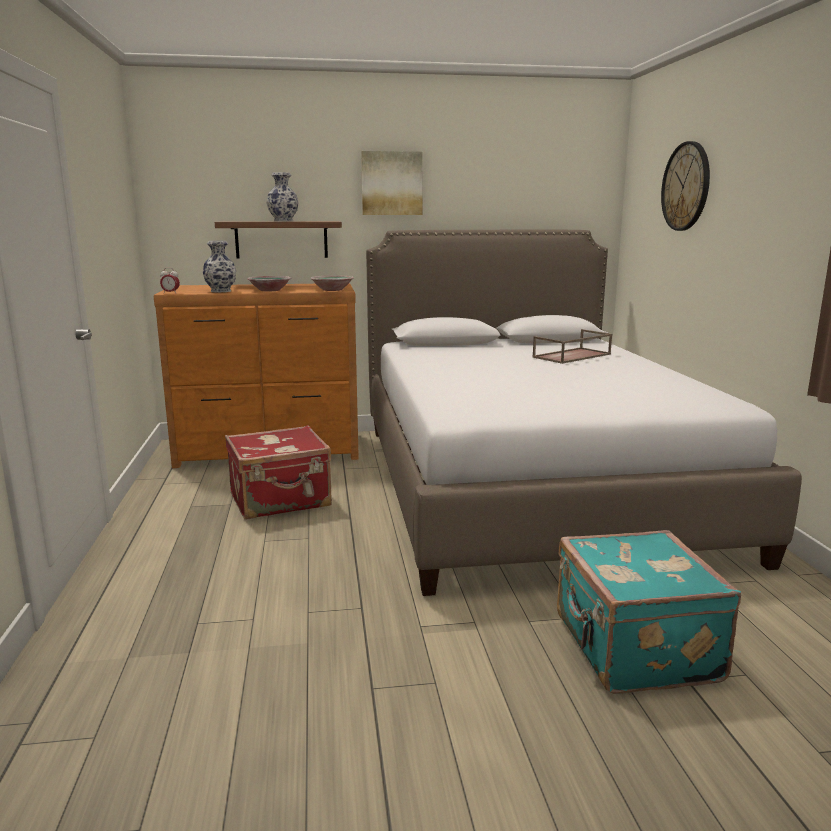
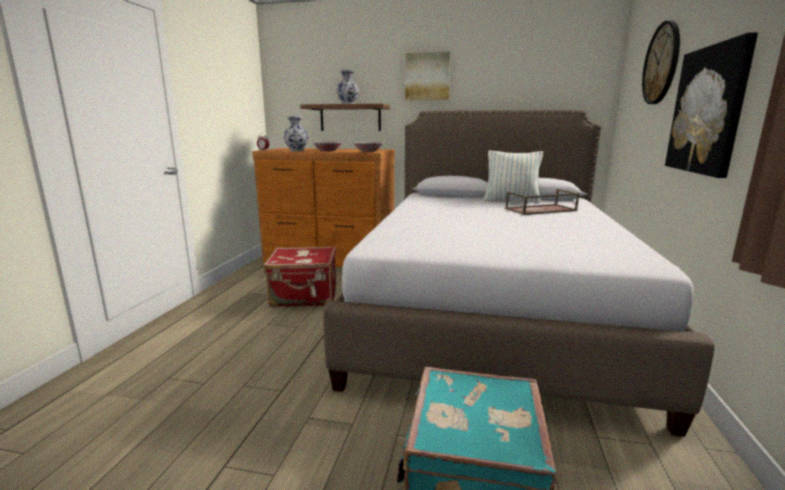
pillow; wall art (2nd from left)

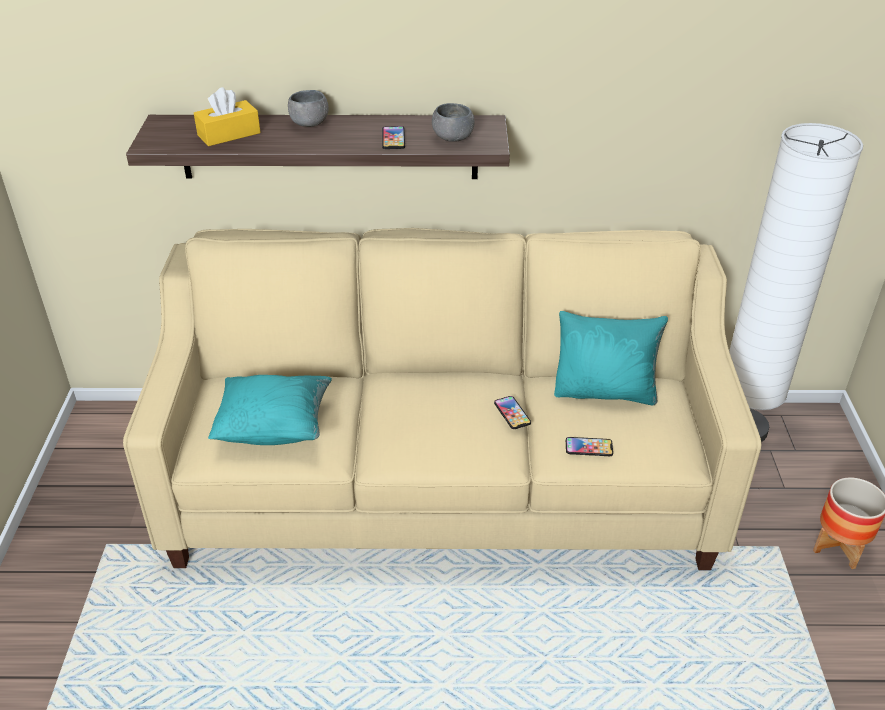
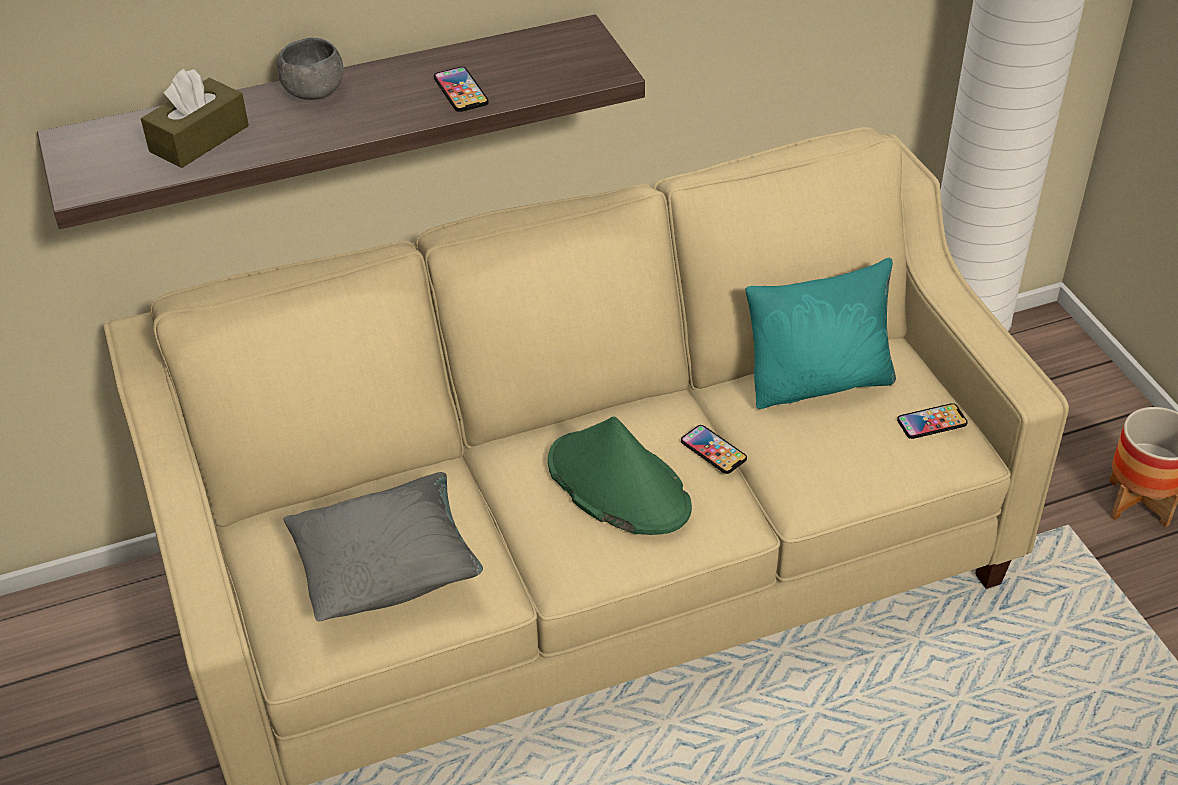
tissue holder (brownish); pillow (gray); clothing hat (greenish); phone (3rd from left); bowl (gray) (2nd from left in the first image)

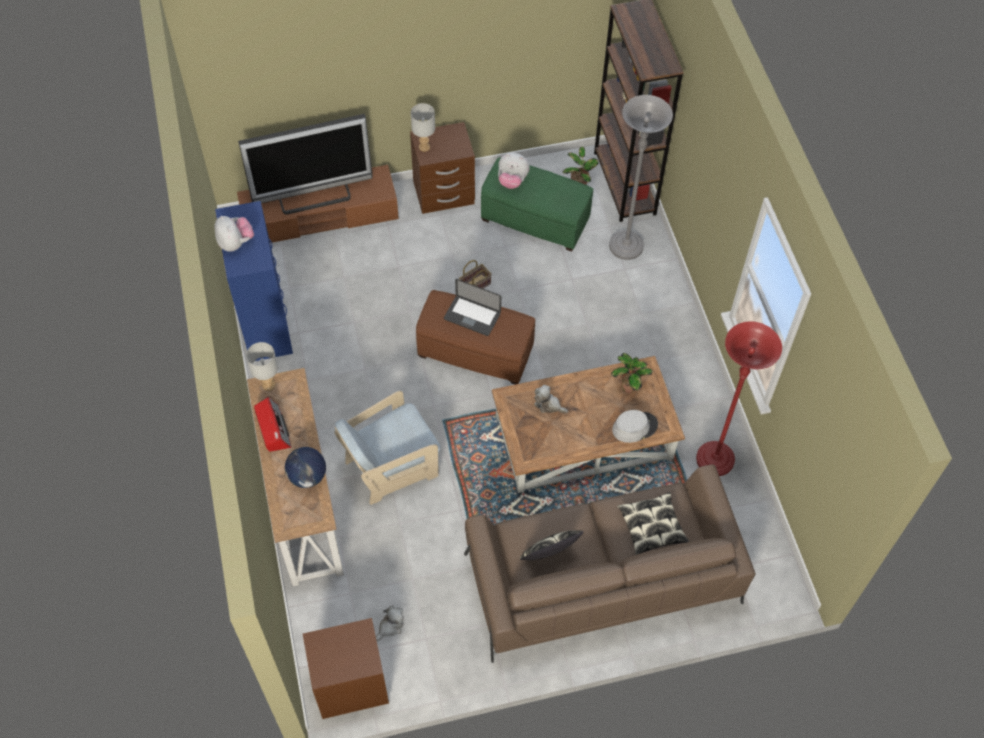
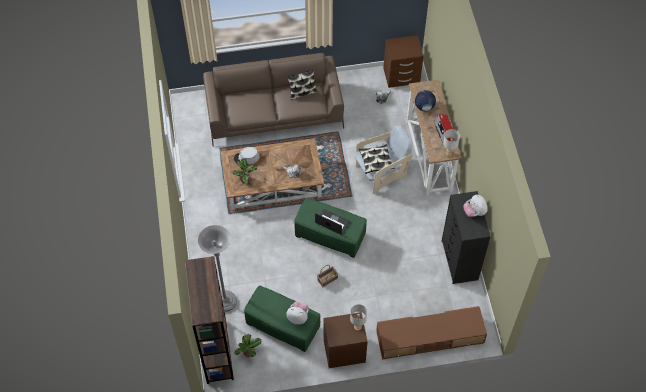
footrest (greenish) (2nd from left); pillow (2nd from left); drawer chest (blackish); television; floor lamp (red)

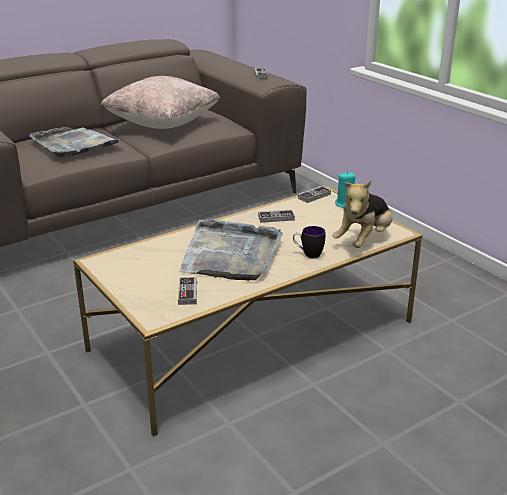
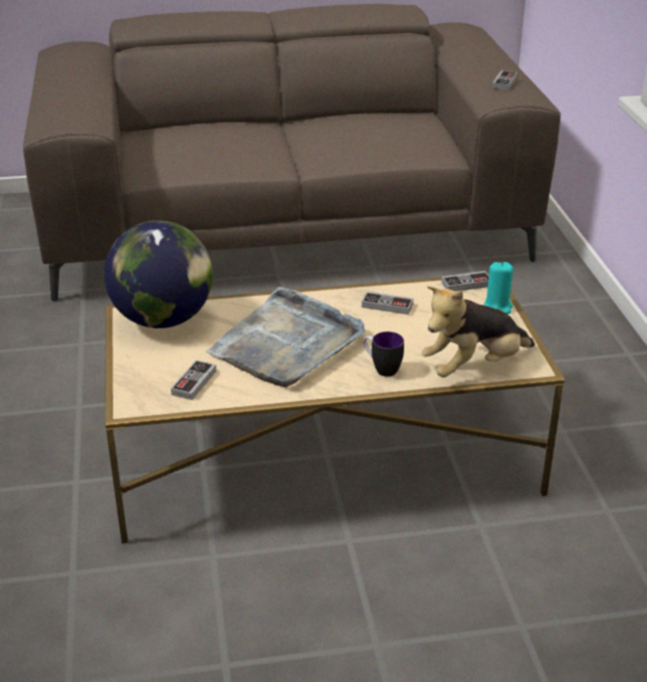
world globe; serving tray (gray) (1st from left in the first image); pillow (sand-coloured)

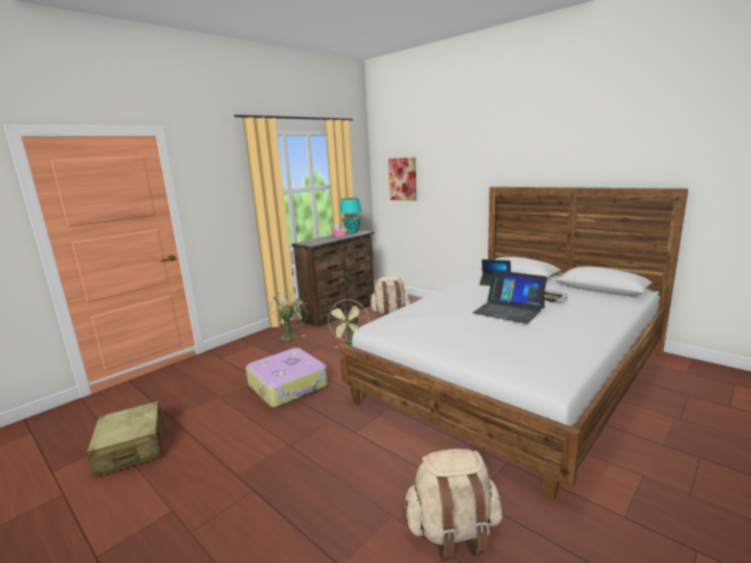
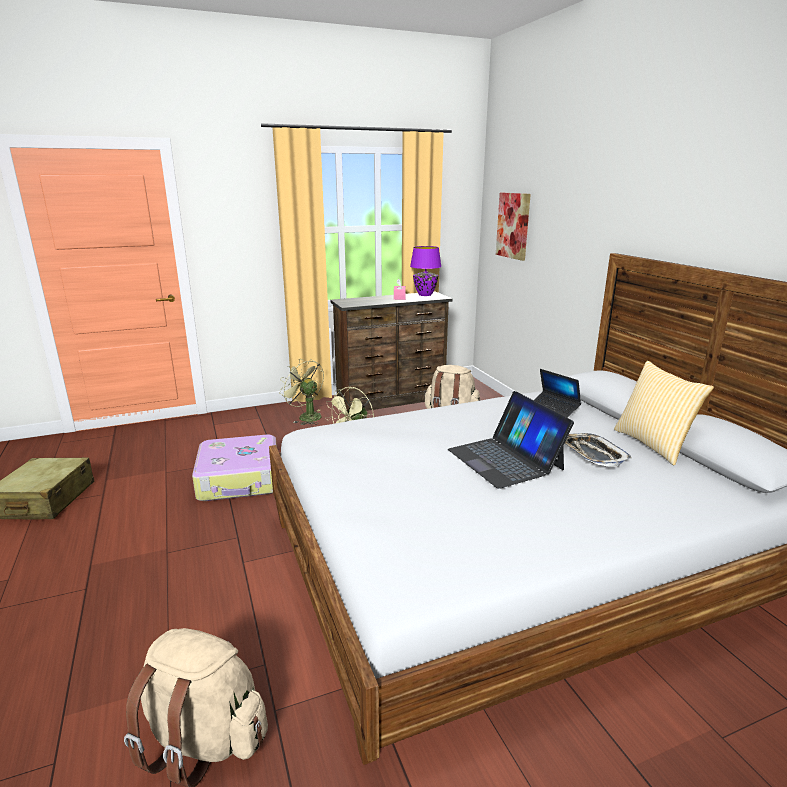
cooling fan (greenish) (1st from left); table lamp (purplish); pillow

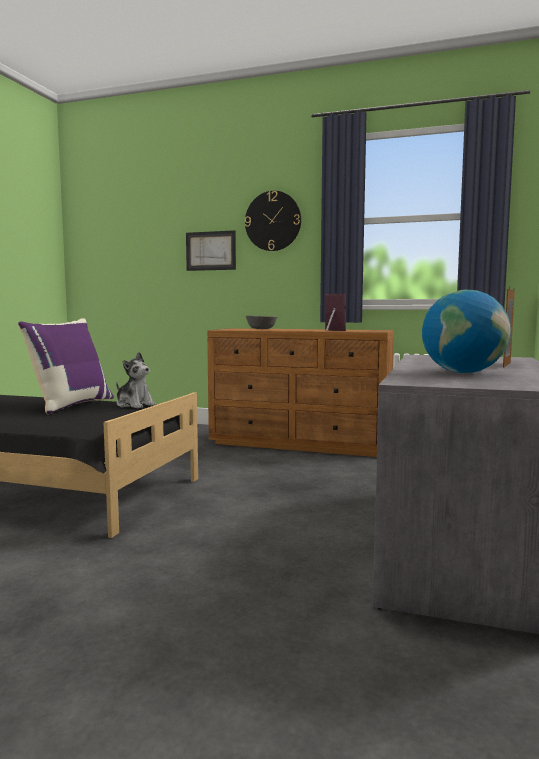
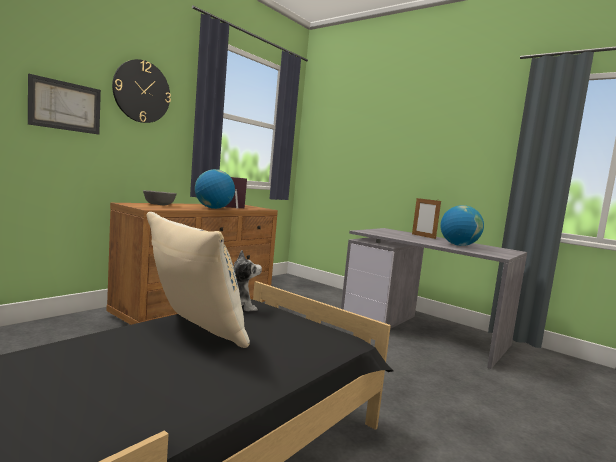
pillow (sand-coloured); world globe (1st from left)

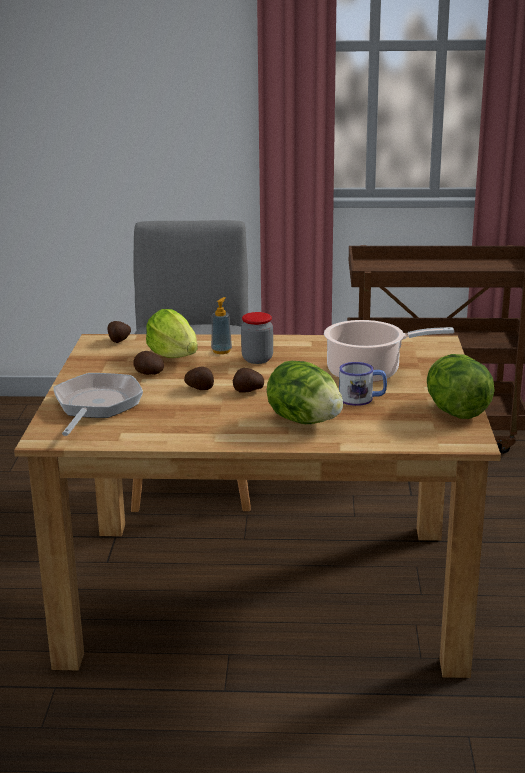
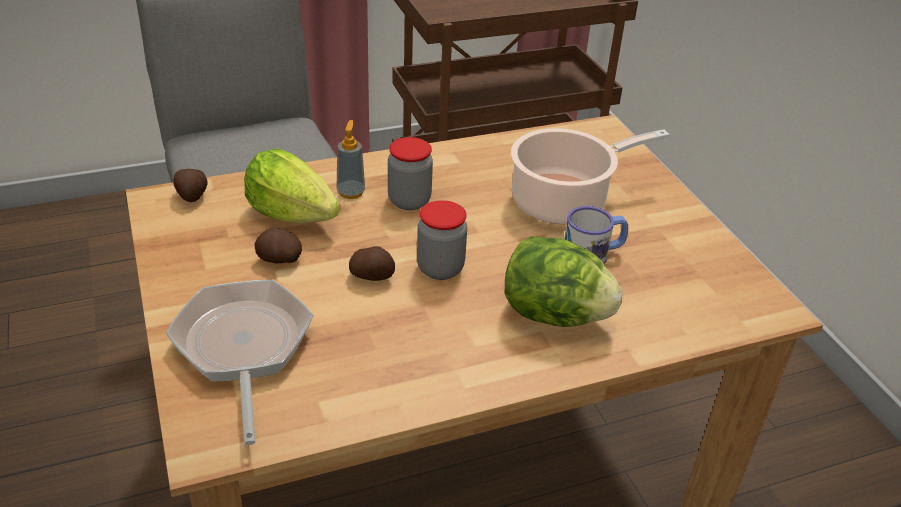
jar (2nd from left); head of lettuce (3rd from left in the first image)

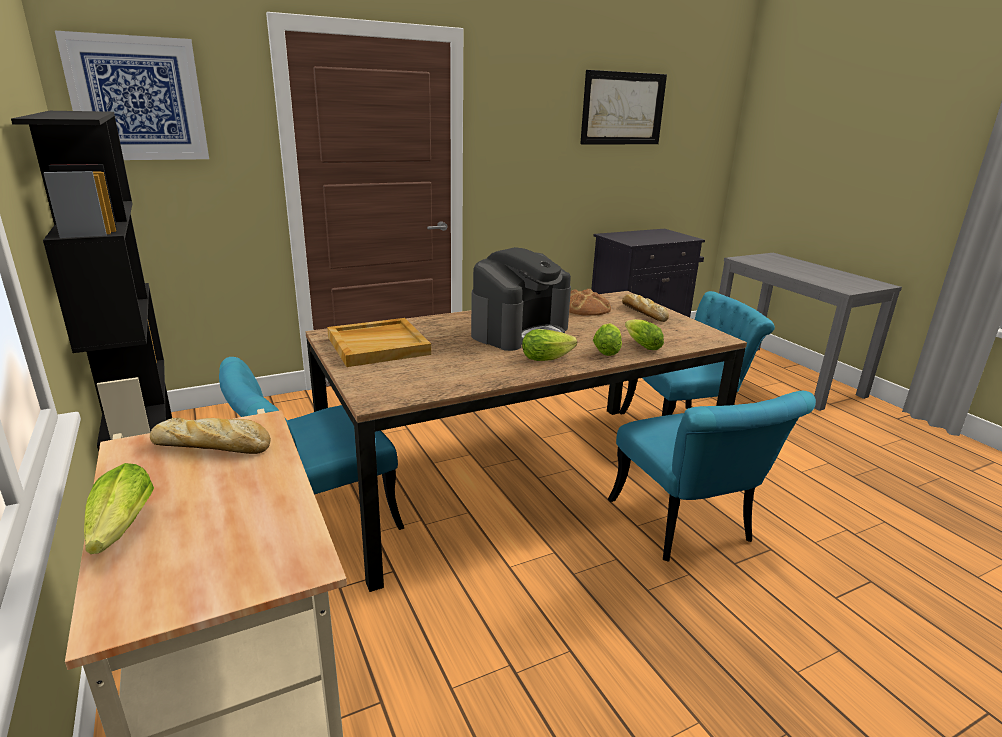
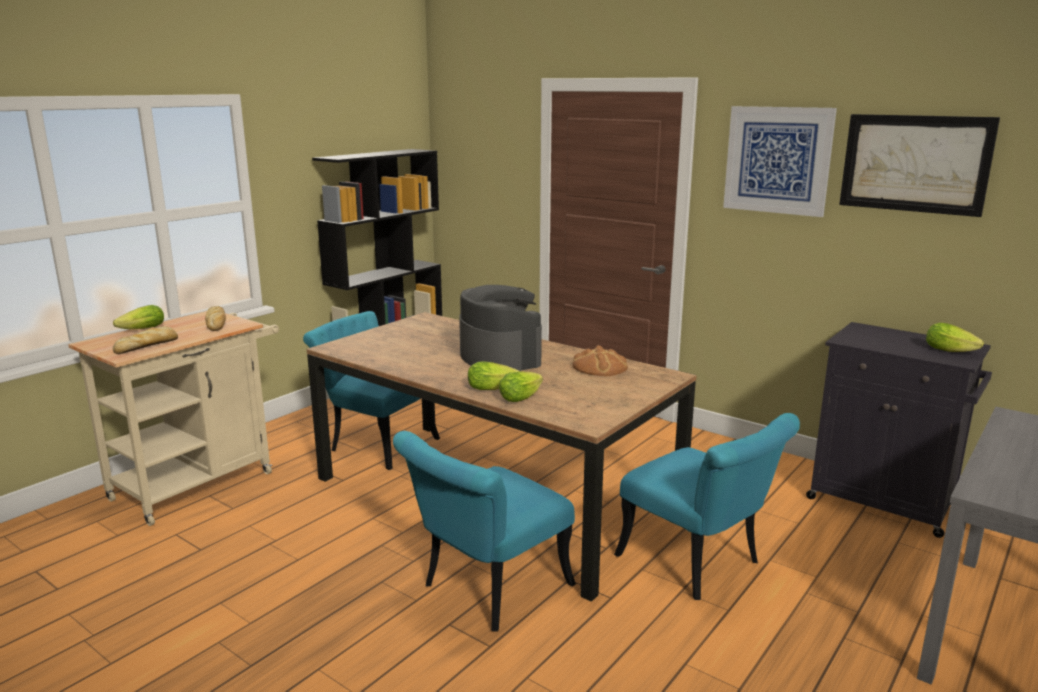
bakery bread (1st from left); coffee maker; wall art (1st from left); head of lettuce (4th from left); serving tray (sand-coloured)

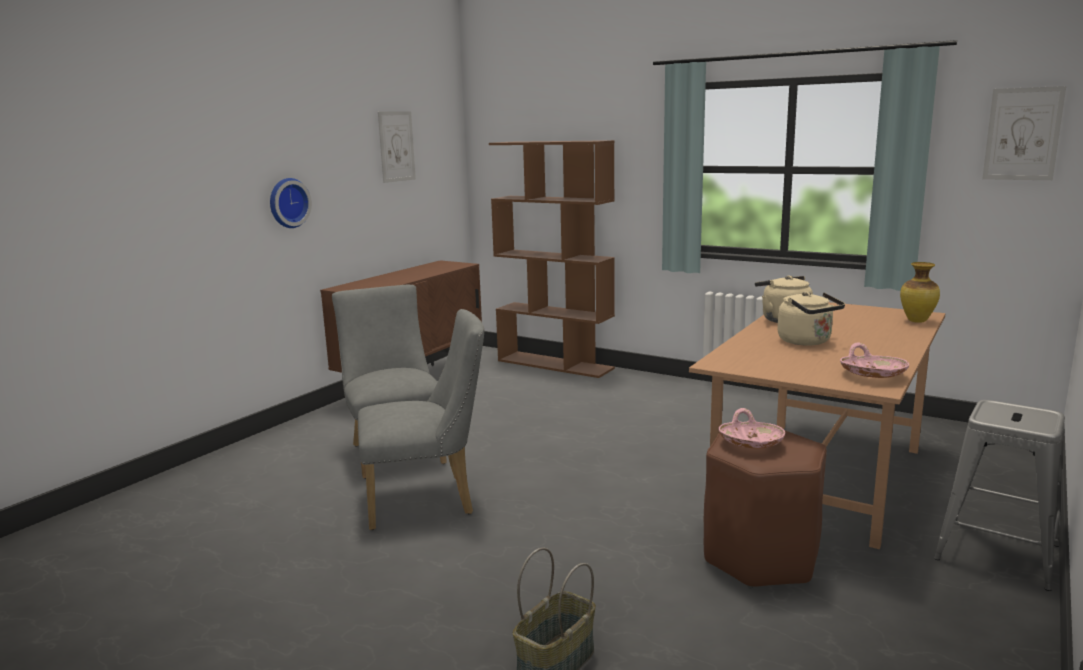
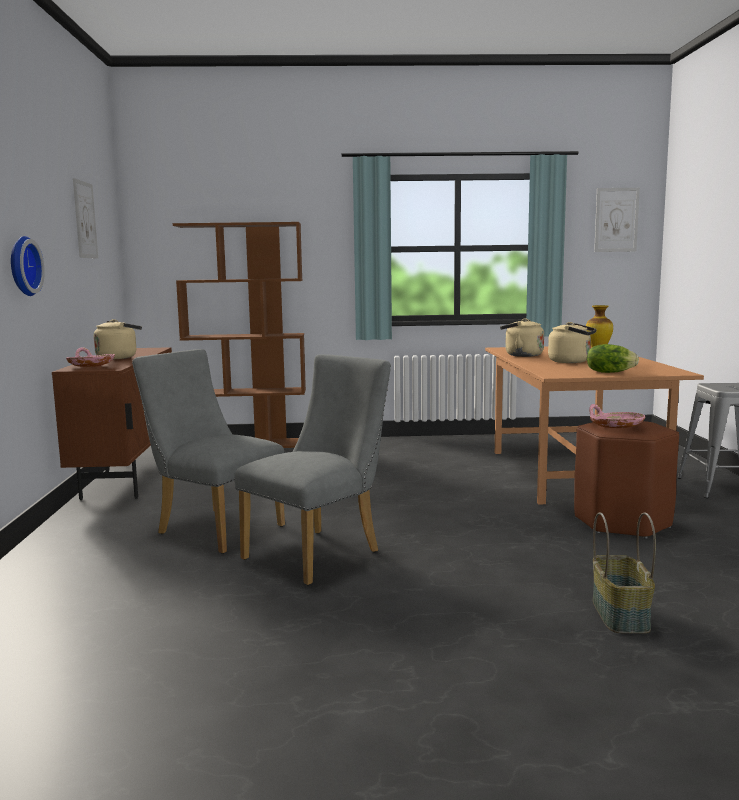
bowl (pinkish) (1st from left); kettle (sand-coloured) (1st from left); head of lettuce

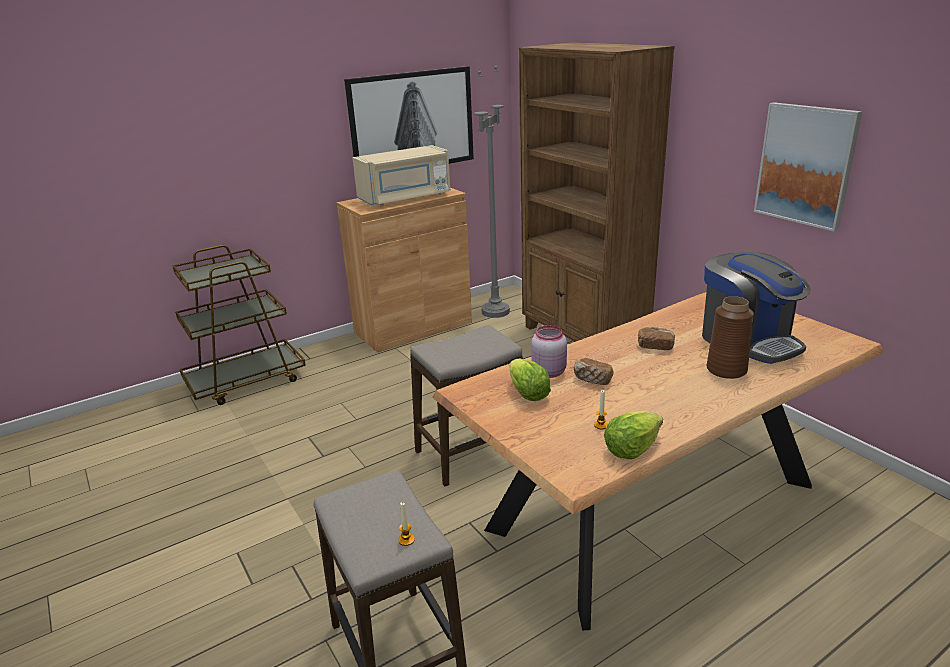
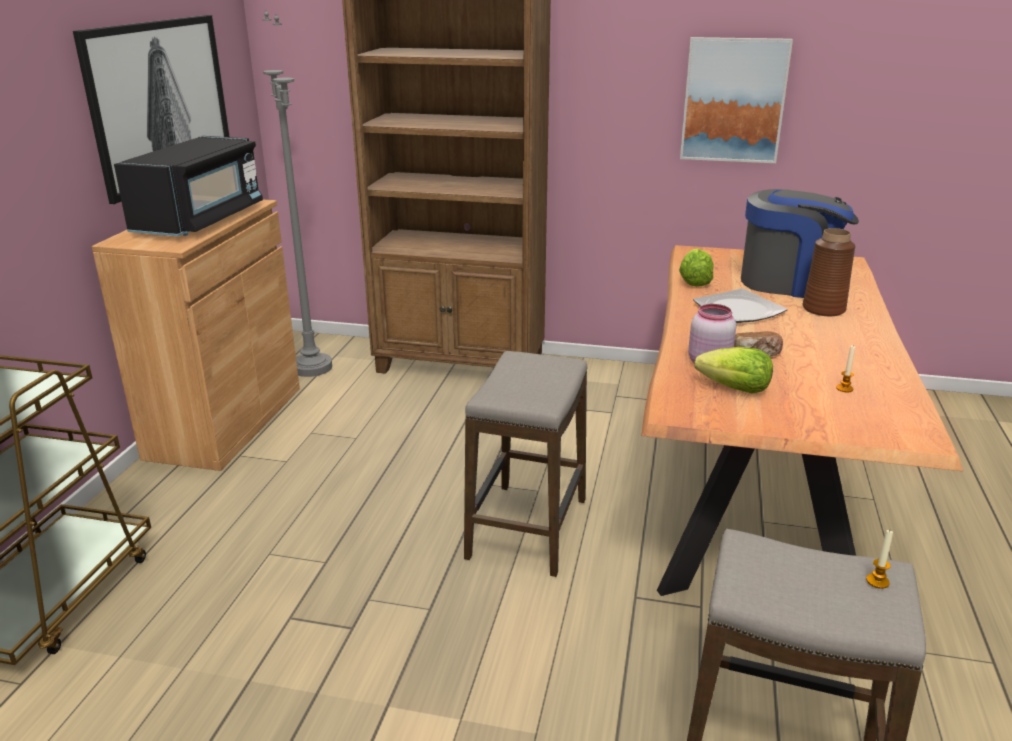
kitchen microwave (blackish); head of lettuce (1st from left); dinner plate

